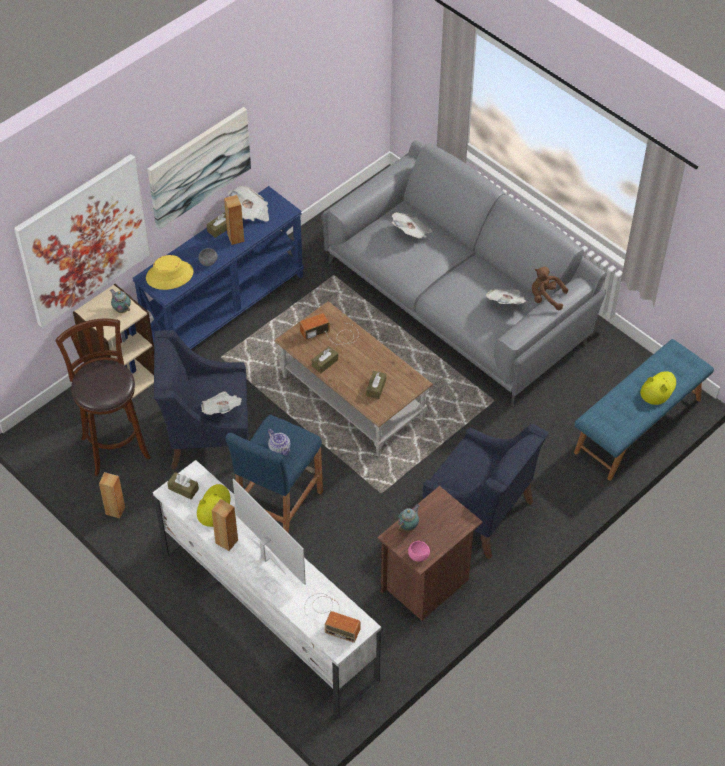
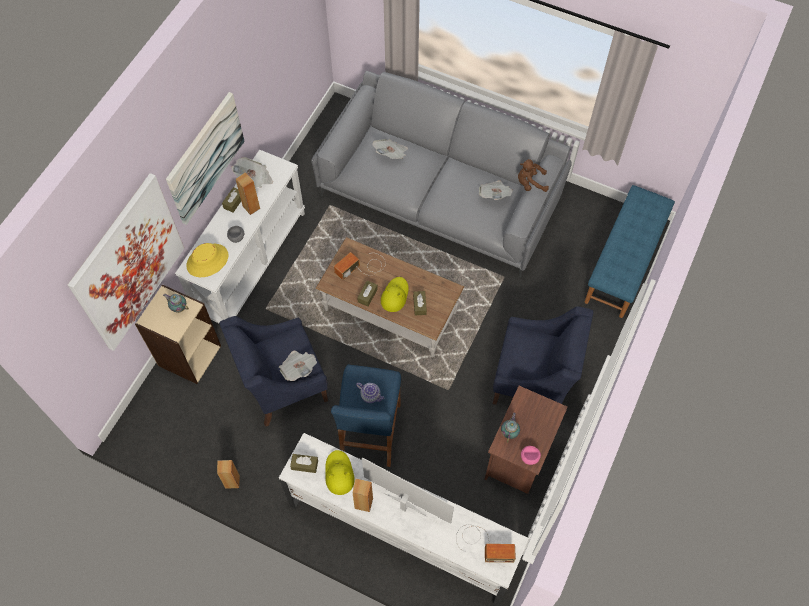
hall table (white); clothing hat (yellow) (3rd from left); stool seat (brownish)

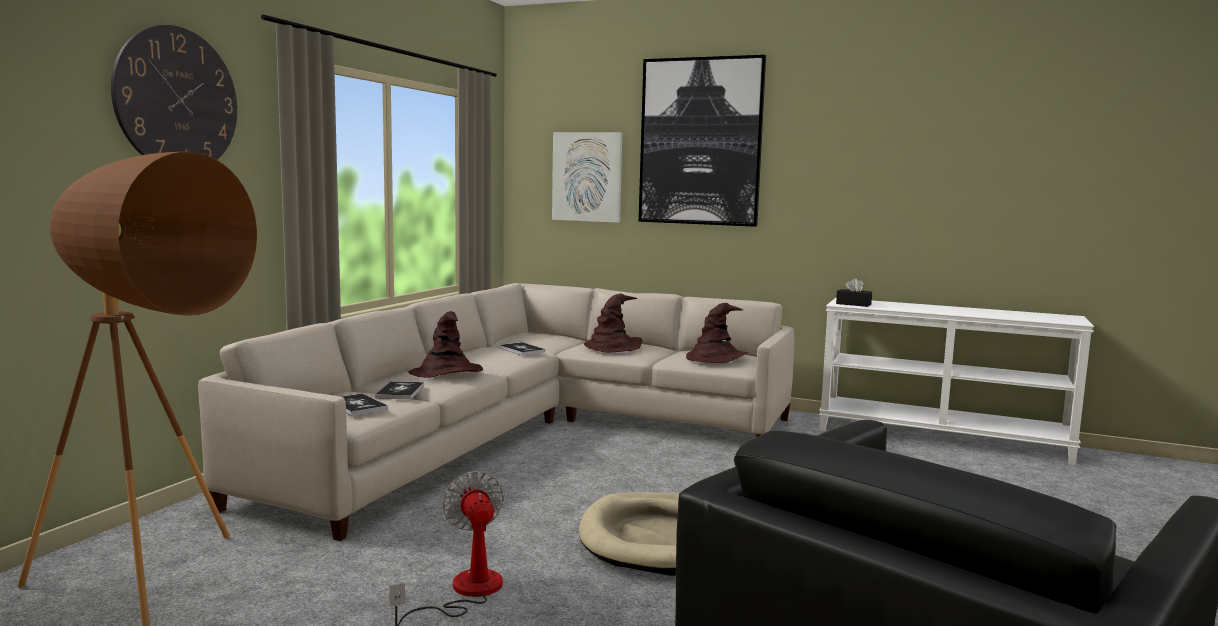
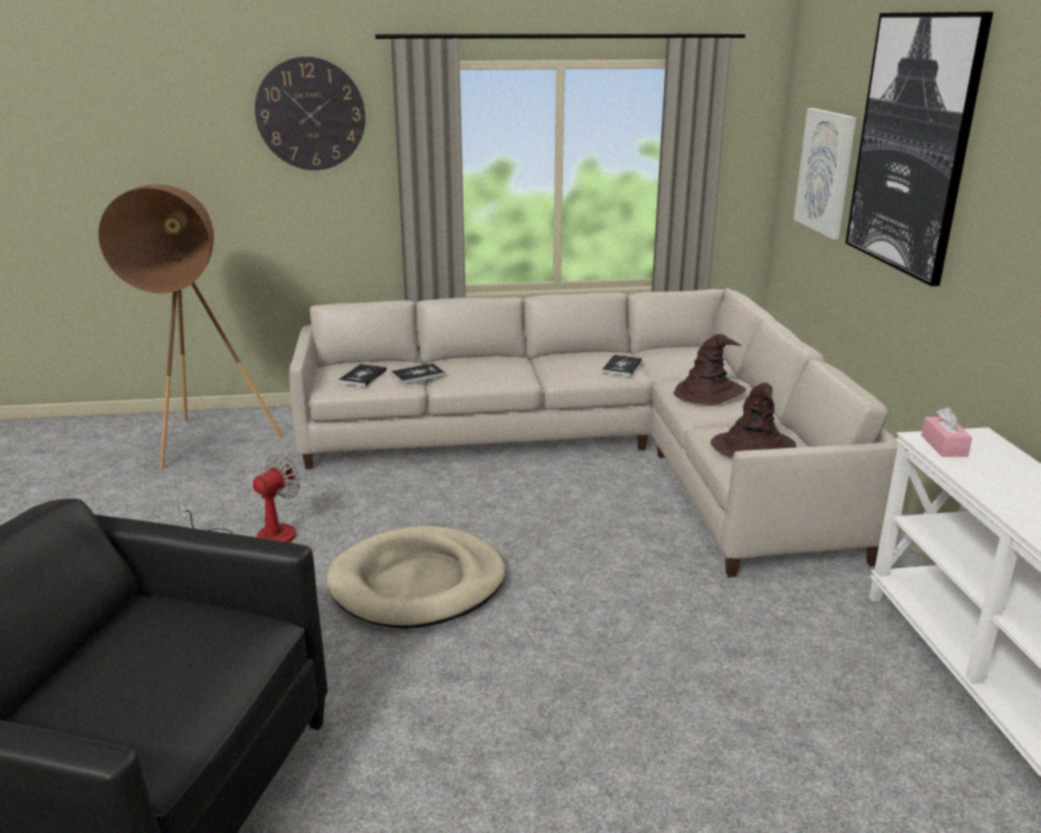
tissue holder (pinkish); clothing hat (brownish) (1st from left in the first image)

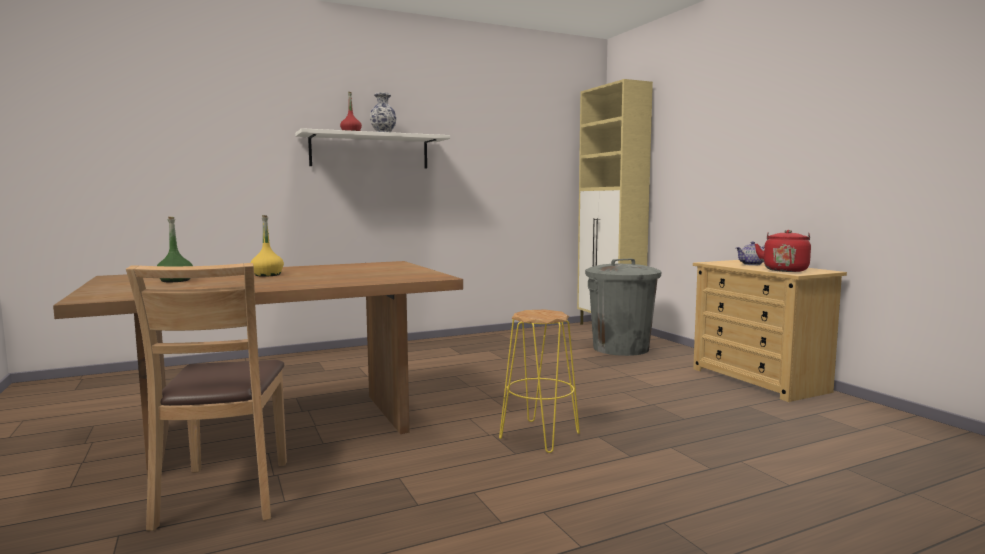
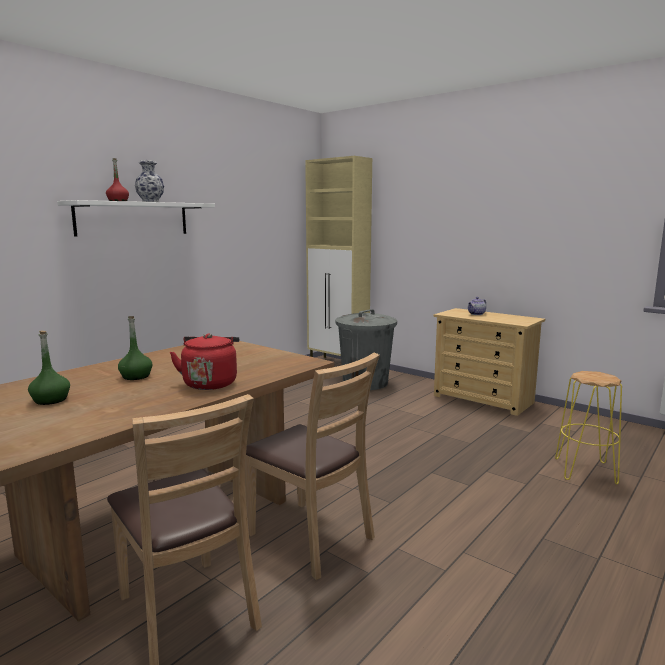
drink bottle (greenish) (2nd from left); kettle (red); plain chair (brownish) (2nd from left); stool seat (yellow)

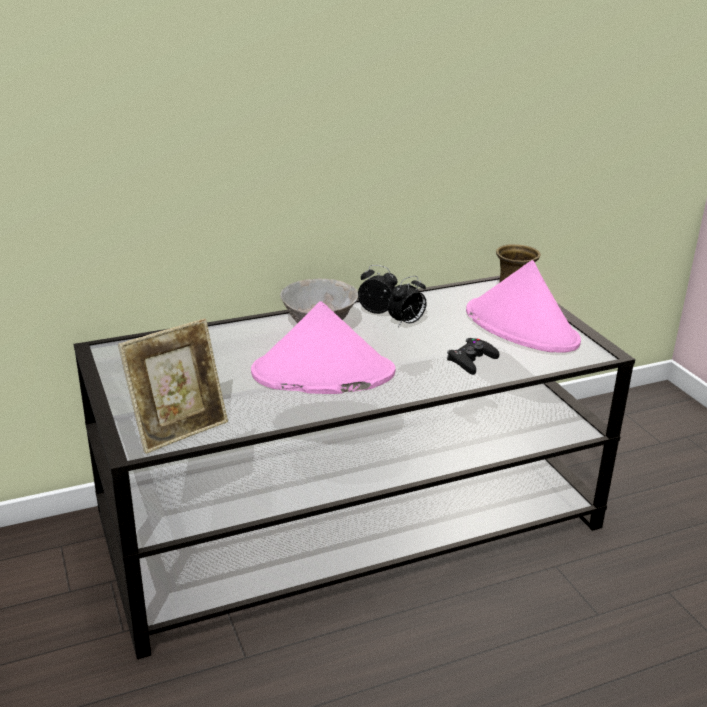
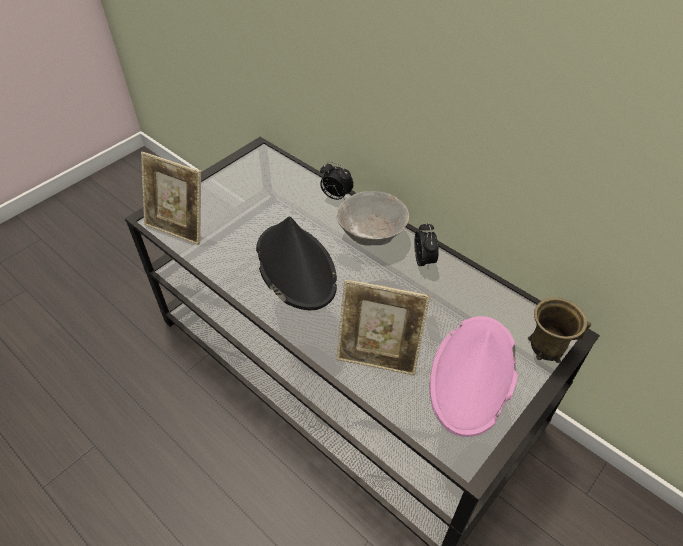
clothing hat (blackish); bedside clock (1st from left); picture frame (2nd from left)

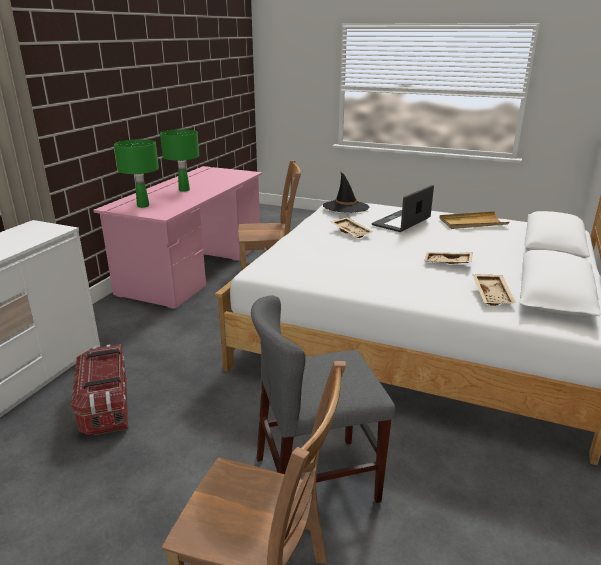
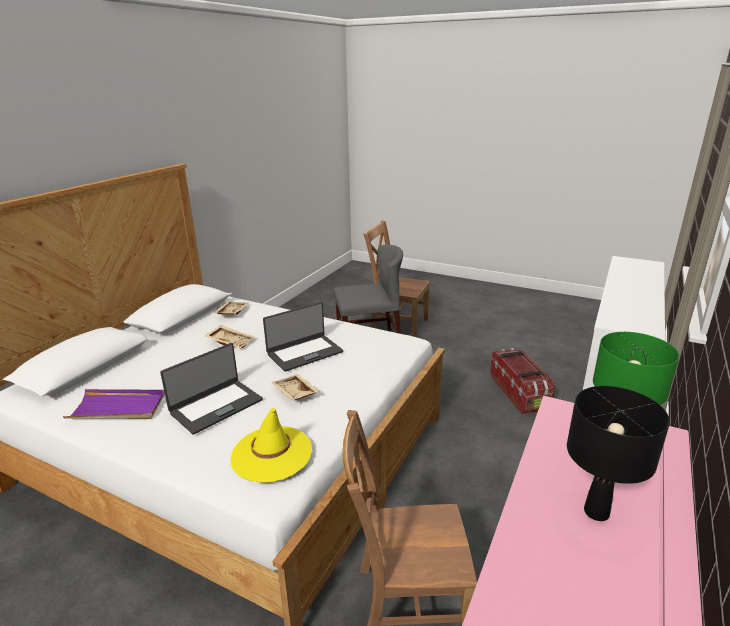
serving tray (purplish); clothing hat (yellow); portable computer (2nd from left); table lamp (blackish)

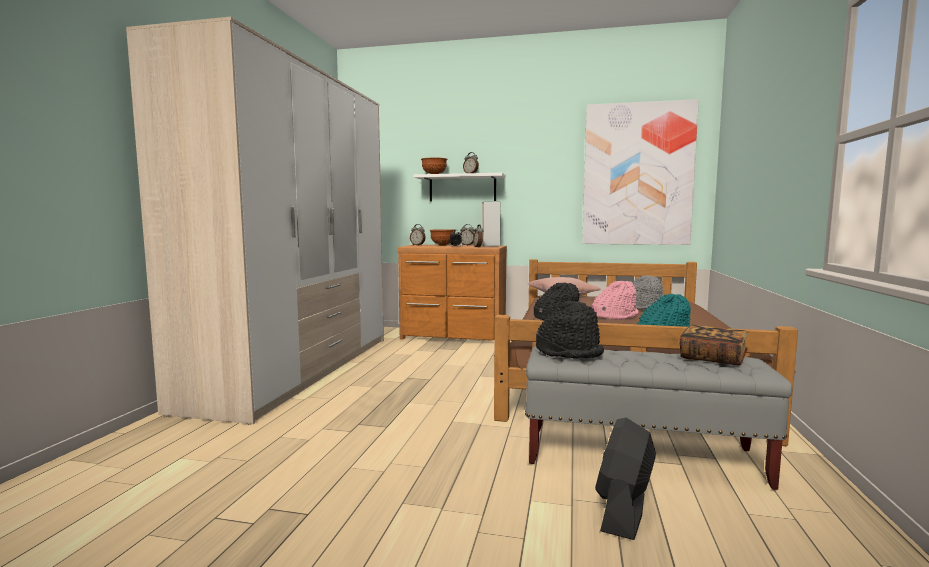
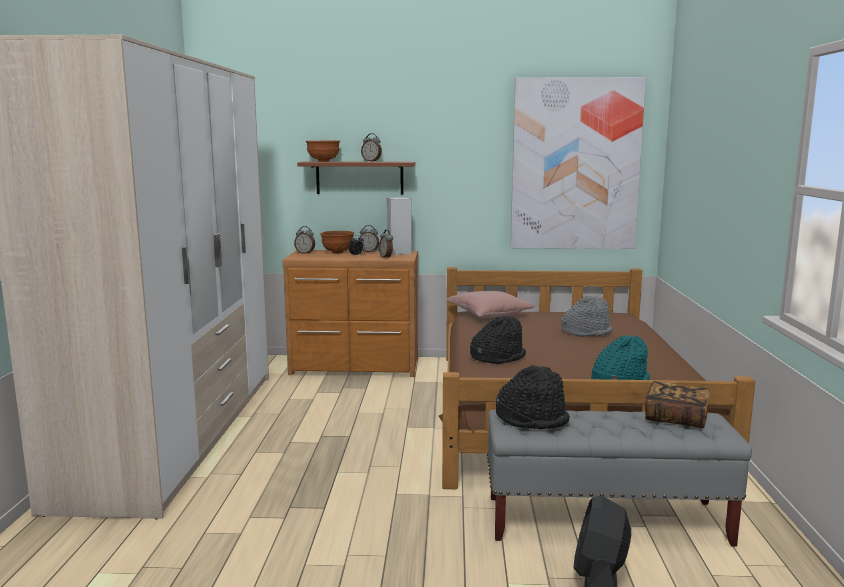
shelf (brownish); clothing hat (pinkish)

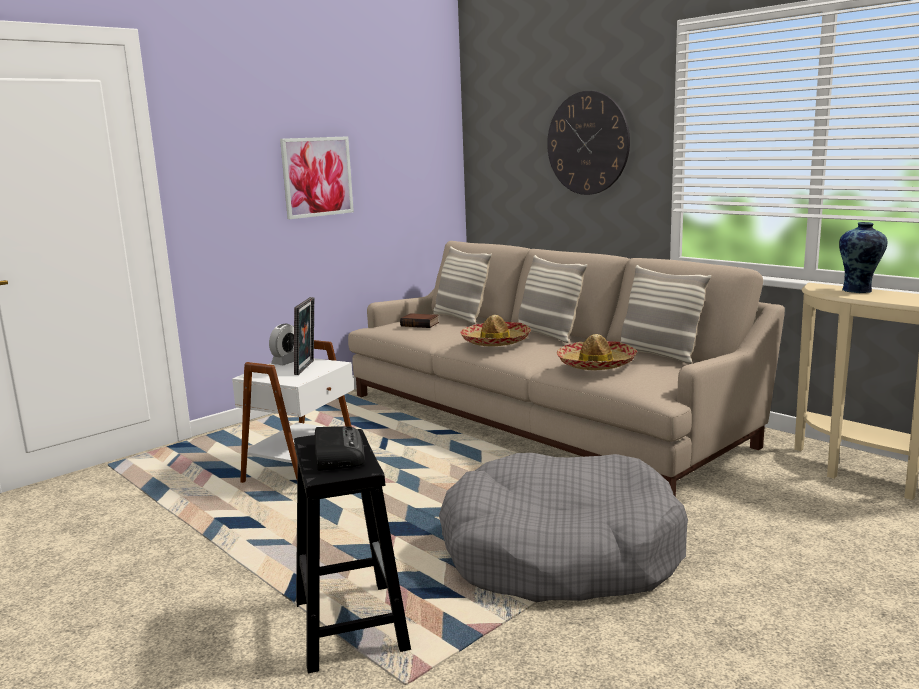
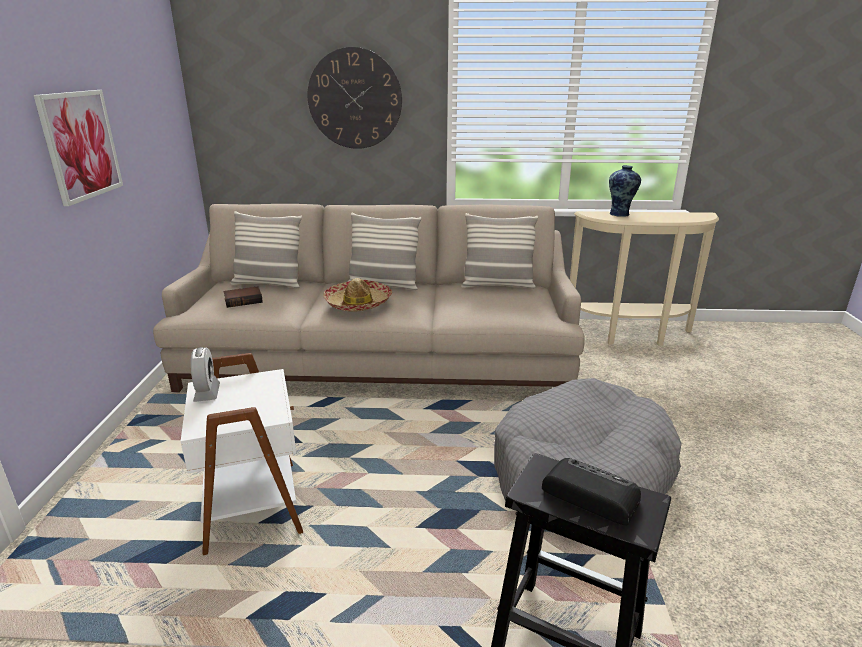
picture frame; clothing hat (2nd from left in the first image)

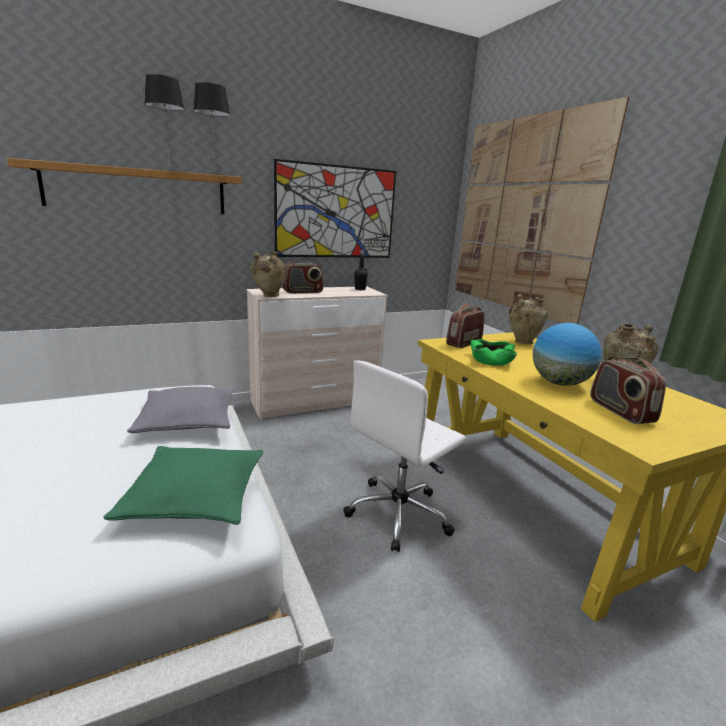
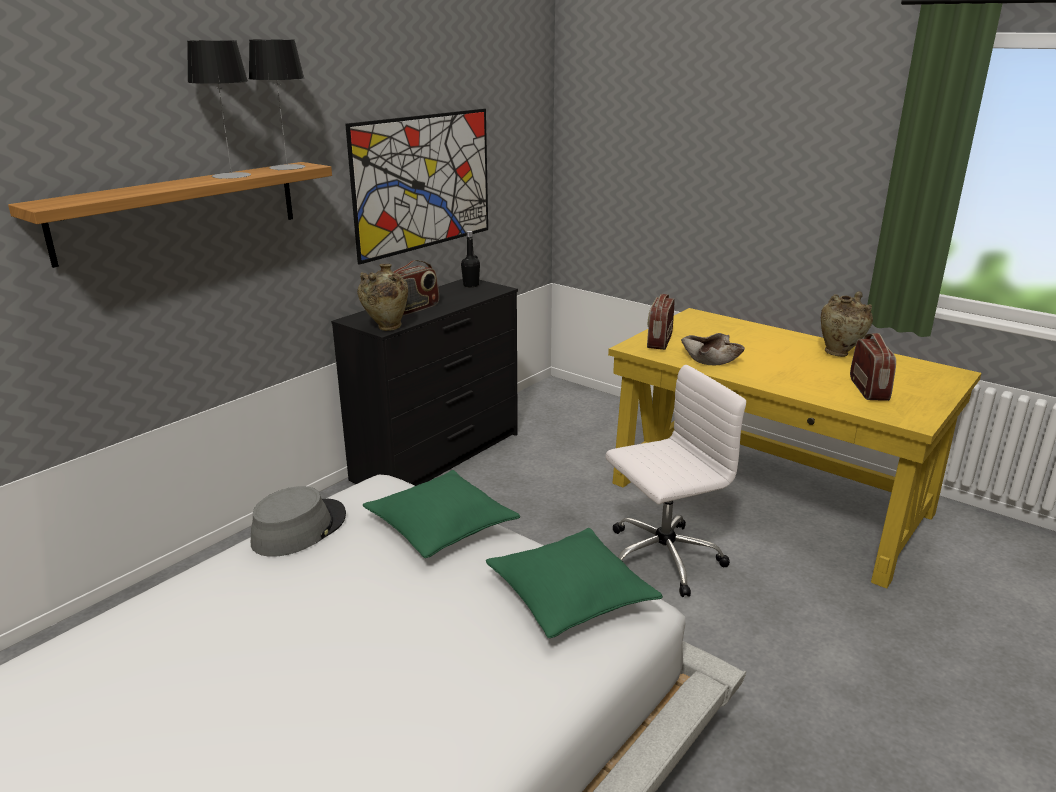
clothing hat (gray); drawer chest (blackish); pillow (greenish) (1st from left); office chair (white); bowl (sand-coloured); radio (3rd from left); wall art (2nd from left in the first image); decorative vase (sand-coloured) (2nd from left in the first image); world globe

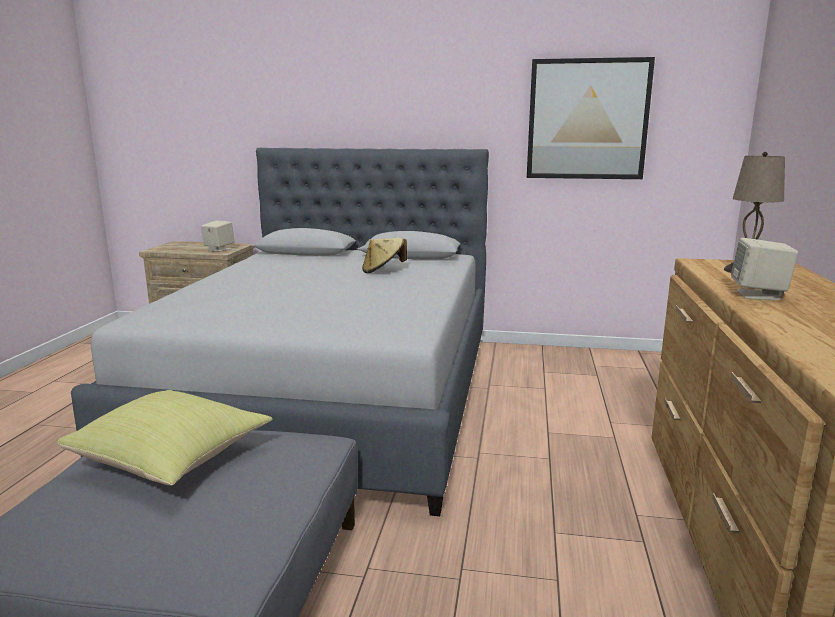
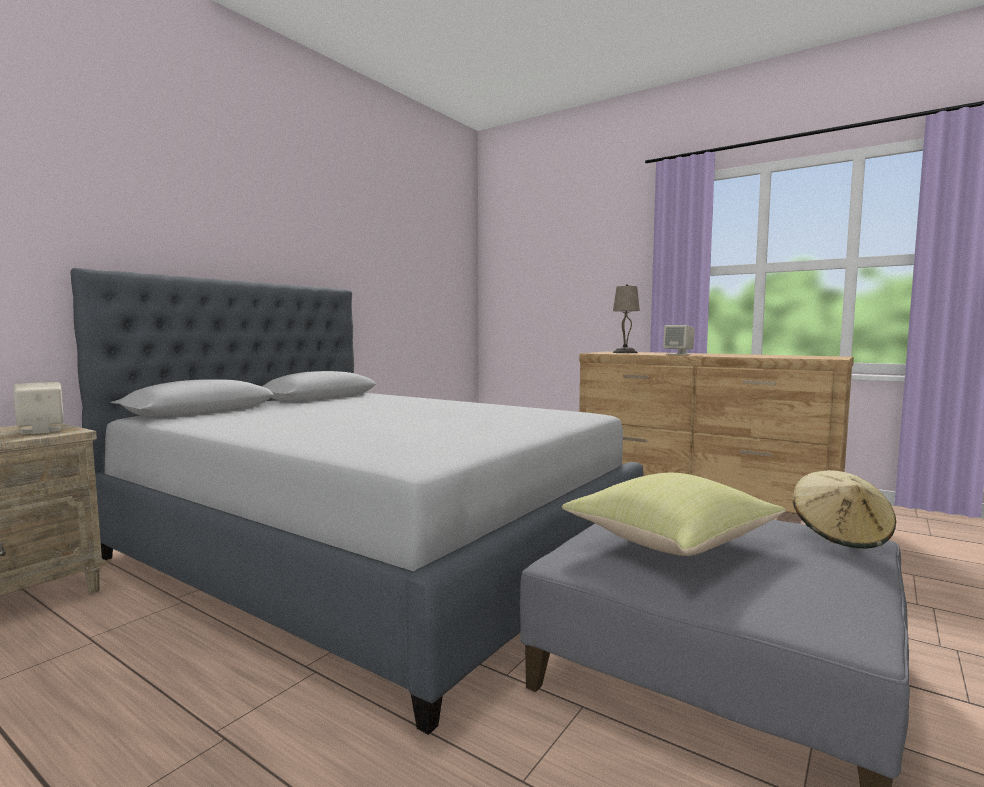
clothing hat (sand-coloured); wall art

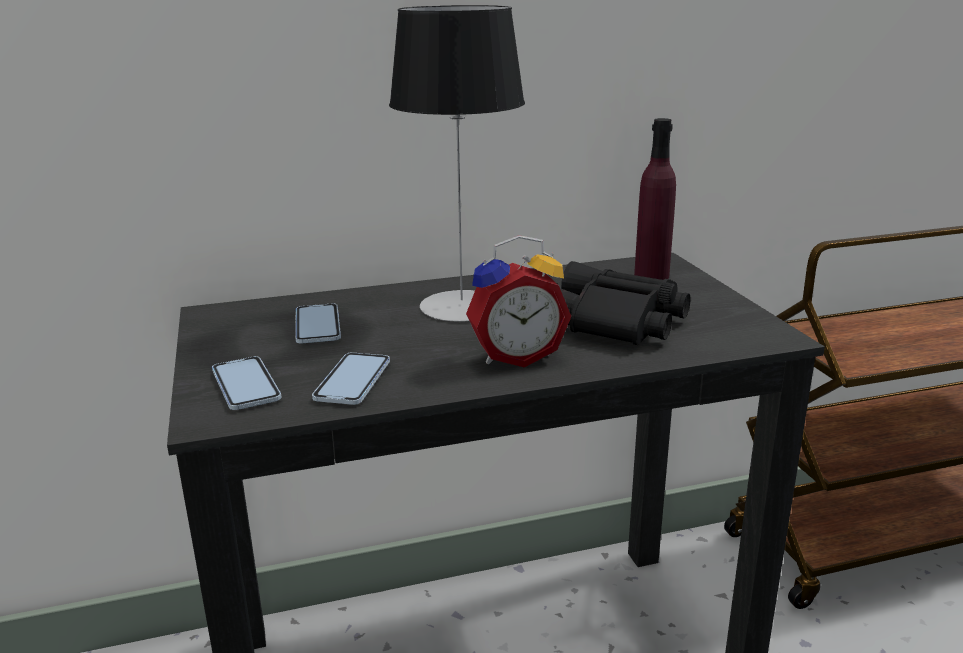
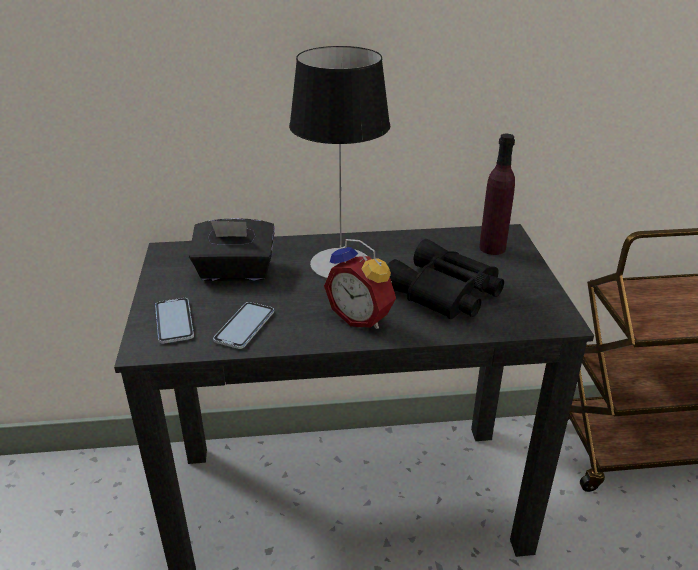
tissue holder (blackish); bedside clock

